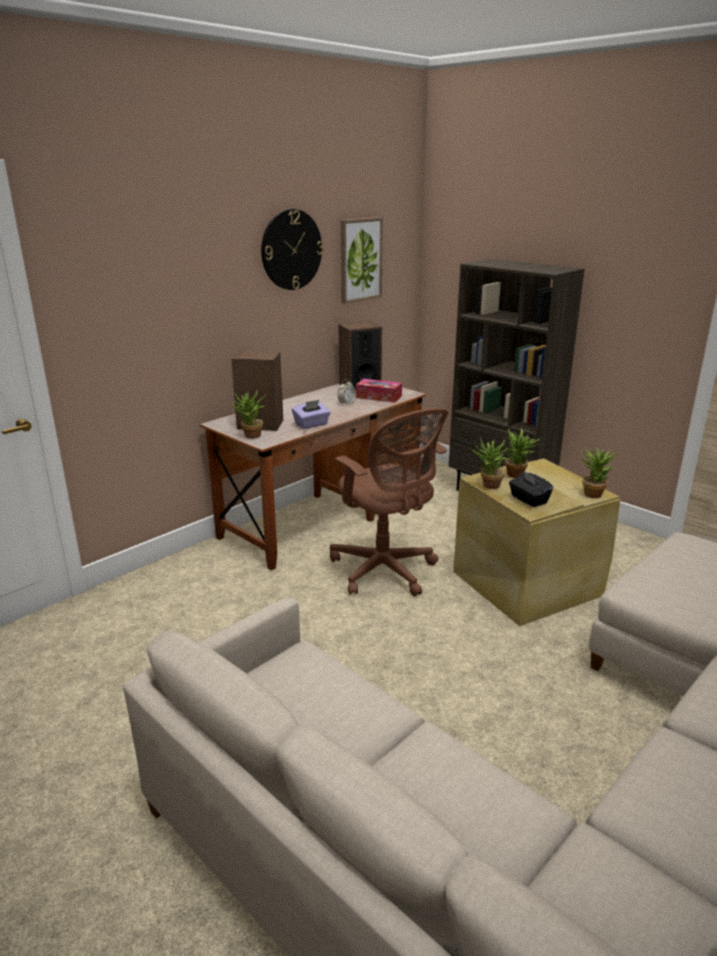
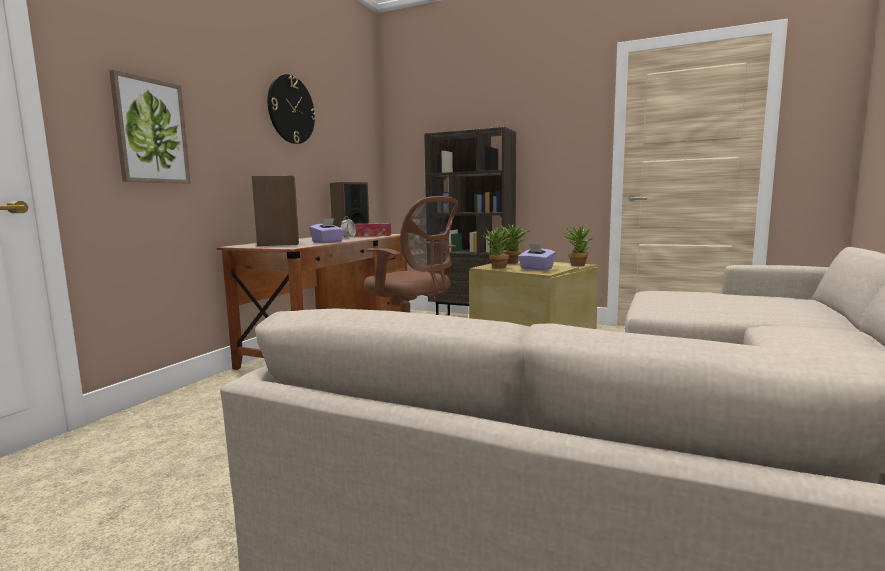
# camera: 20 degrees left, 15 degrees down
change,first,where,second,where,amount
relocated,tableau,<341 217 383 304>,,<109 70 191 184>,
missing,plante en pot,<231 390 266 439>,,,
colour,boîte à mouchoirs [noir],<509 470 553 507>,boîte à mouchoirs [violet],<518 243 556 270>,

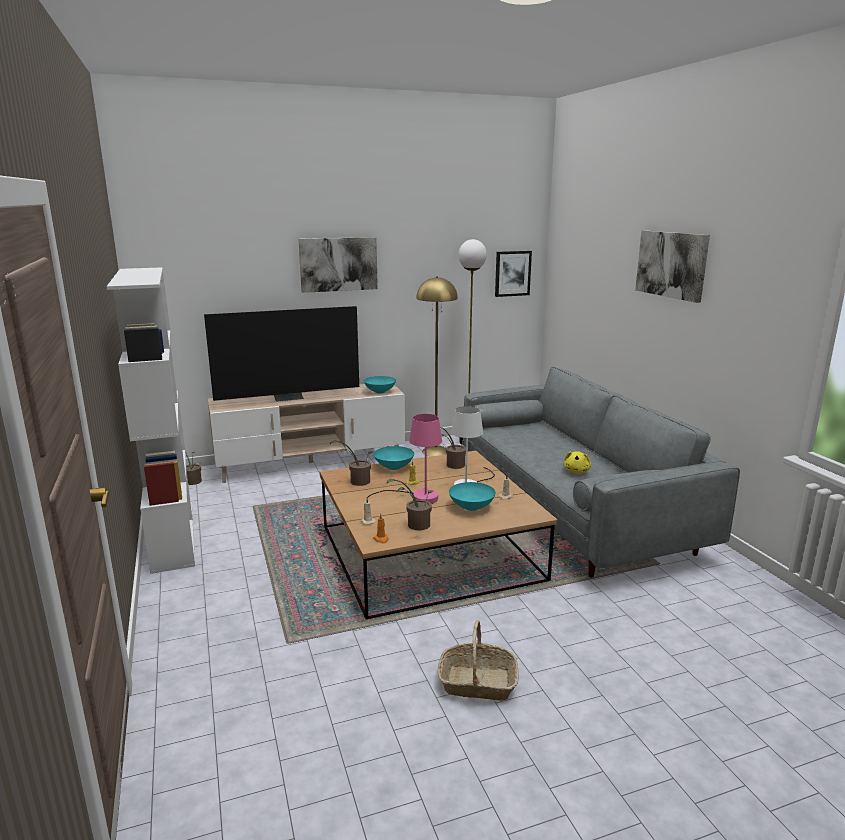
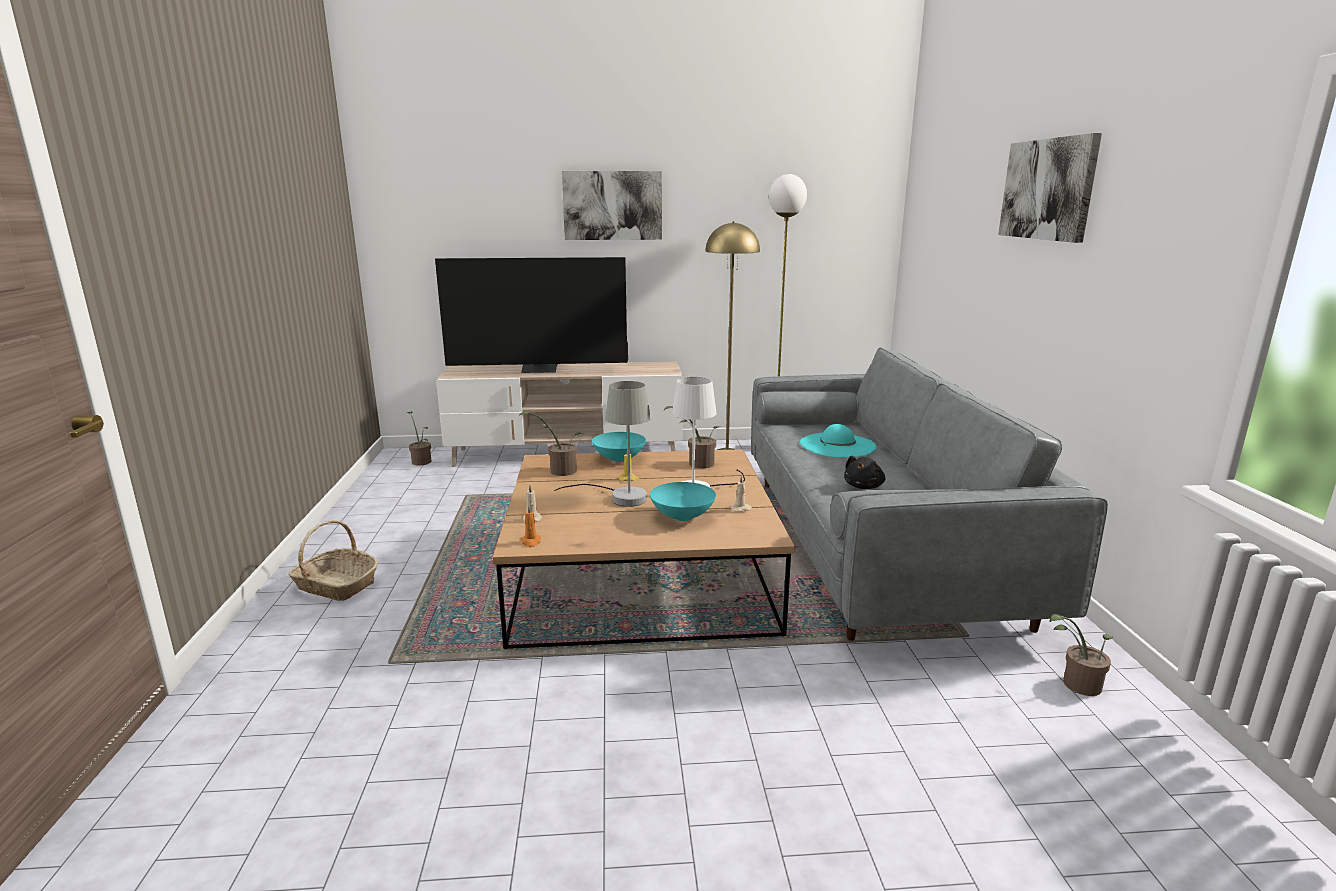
# camera: 15 degrees right, 0 degrees up
change,first,where,second,where,amount
missing,tableau,<495 251 532 297>,,,
missing,bibliothèque [blanc],<106 267 195 574>,,,
missing,bol [turquoise],<364 376 396 394>,,,
colour,lampe de table [rose],<367 414 442 504>,lampe de table [gris],<554 381 651 507>,
colour,peluche [jaune],<563 451 591 473>,peluche [noir],<844 456 885 489>,
relocated,plante en pot,<386 479 433 530>,,<1049 614 1113 696>,
relocated,panier,<438 620 519 701>,,<288 520 379 601>,
appeared,,,chapeau [turquoise],<800 424 877 457>,

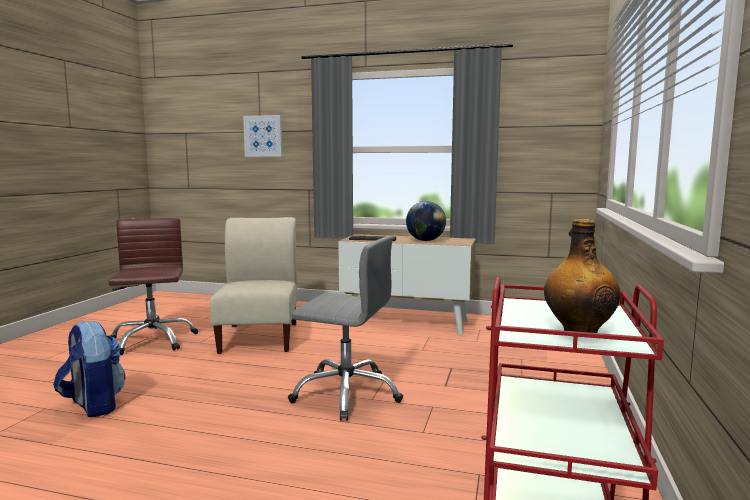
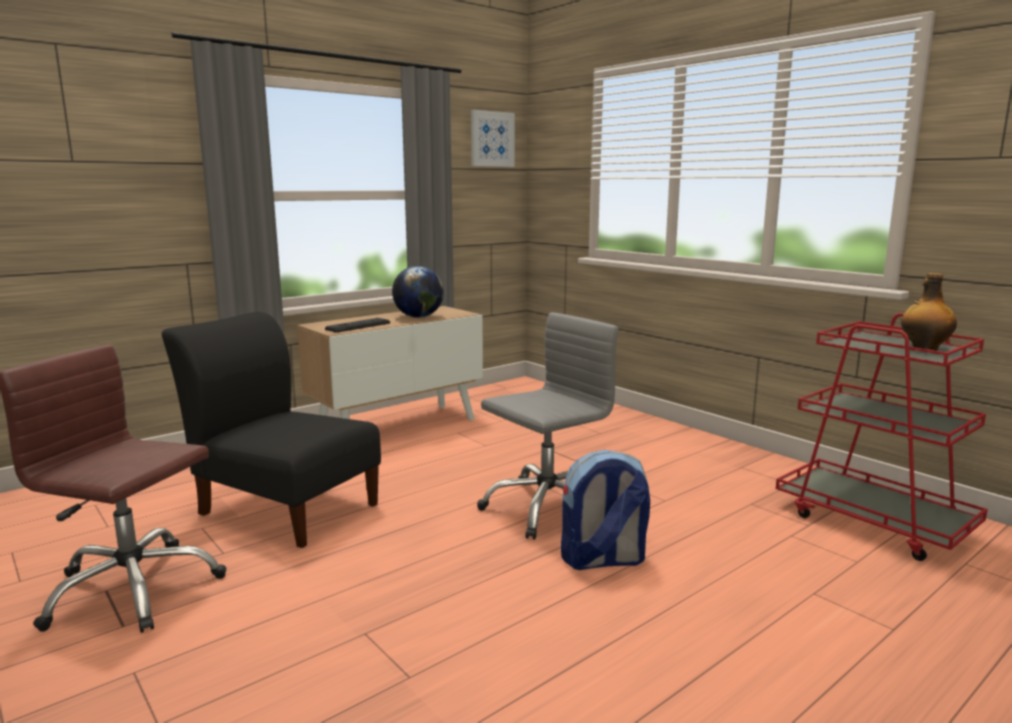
# camera: 55 degrees left, 5 degrees up
change,first,where,second,where,amount
relocated,tableau,<243 115 283 157>,,<471 110 515 167>,
colour,chaise [beige],<210 217 297 354>,chaise [noir],<162 312 381 548>,
relocated,sac à dos,<53 321 125 417>,,<561 450 650 570>,

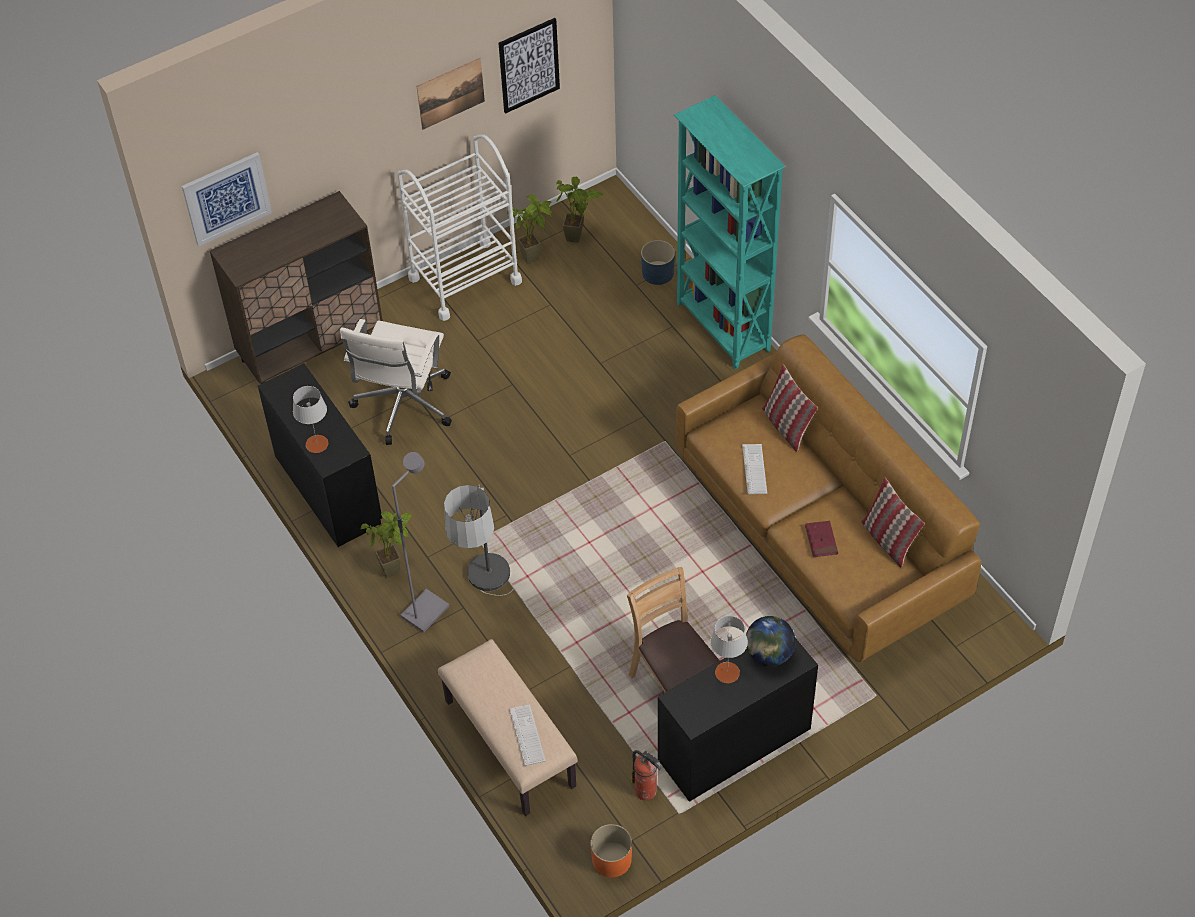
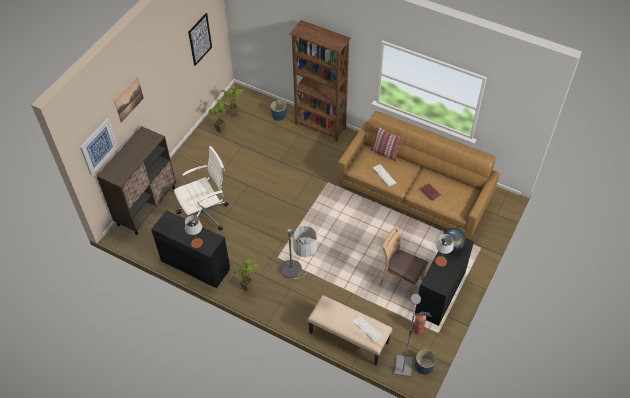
# camera: 30 degrees left, 0 degrees up
change,first,where,second,where,amount
relocated,tableau,<417 58 485 130>,,<114 77 144 123>,
colour,bibliothèque [turquoise],<674 95 786 369>,bibliothèque [marron],<290 20 351 142>,
missing,chariot [blanc],<397 134 522 321>,,,
spun,chaise de bureau [blanc],<340 319 452 445>,,<174 146 228 231>,105 degrees counterclockwise
relocated,lampadaire [gris],<392 452 449 633>,,<394 294 421 377>,
missing,coussin,<861 478 925 568>,,,
colour,cache-pot [orange],<590 824 632 877>,cache-pot [bleu],<415 349 436 375>,

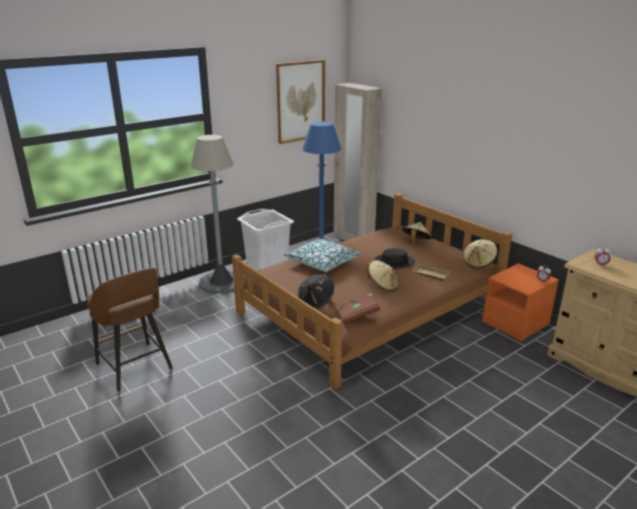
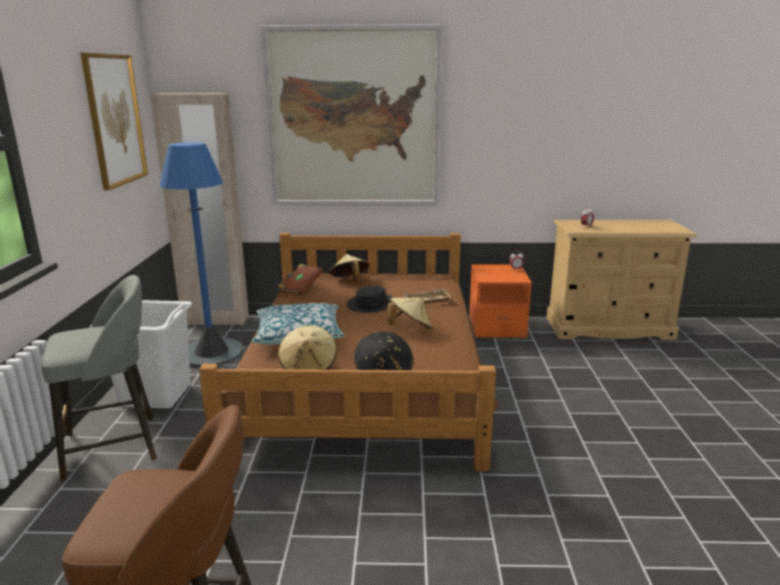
# camera: 50 degrees left, 5 degrees down
change,first,where,second,where,amount
exchanged,lampadaire [gris],<190 135 234 294>,tabouret [gris],<41 275 157 480>,
relocated,chapeau [beige],<463 239 497 268>,,<278 326 337 370>,
relocated,livre [marron],<336 293 380 324>,,<278 264 323 295>,
appeared,,,tableau,<260 24 442 205>,

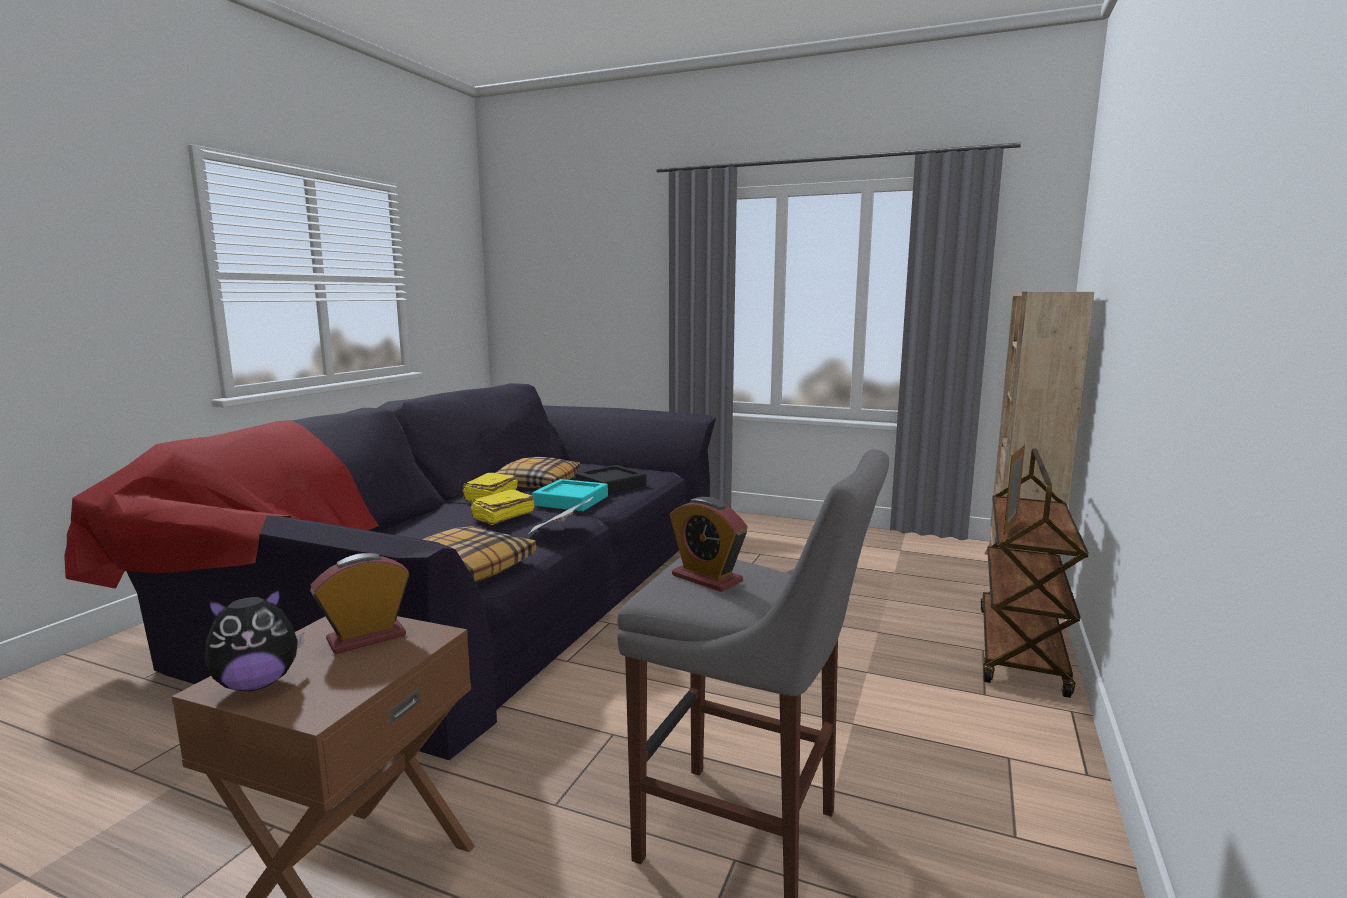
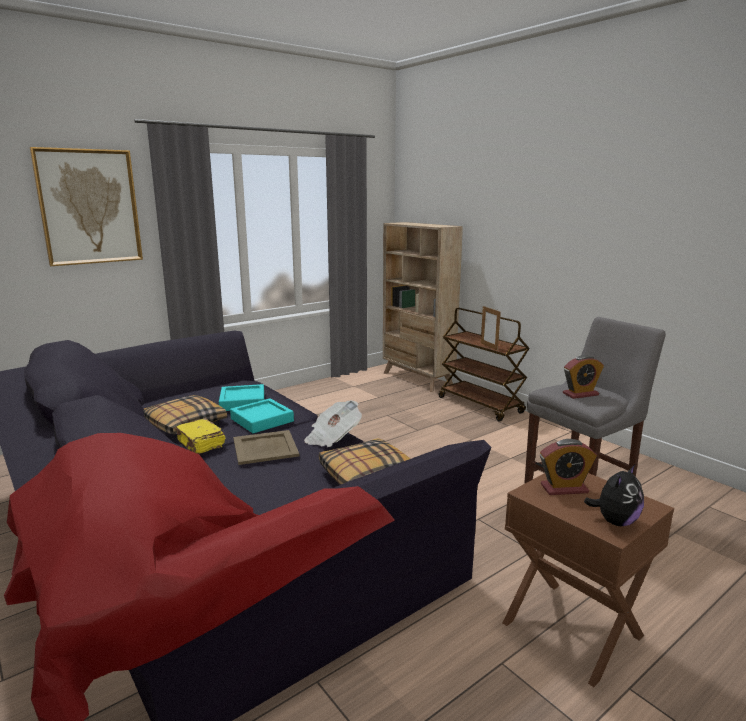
# camera: 60 degrees left, 5 degrees up
change,first,where,second,where,amount
colour,plateau [noir],<575 465 647 494>,plateau [turquoise],<219 384 264 411>,
exchanged,livre [jaune],<470 490 535 525>,plateau [beige],<233 430 299 465>,
spun,réveil,<310 553 410 654>,,<540 439 597 495>,90 degrees counterclockwise
spun,peluche,<205 588 304 691>,,<584 465 644 526>,45 degrees clockwise
appeared,,,tableau,<30 147 143 266>,

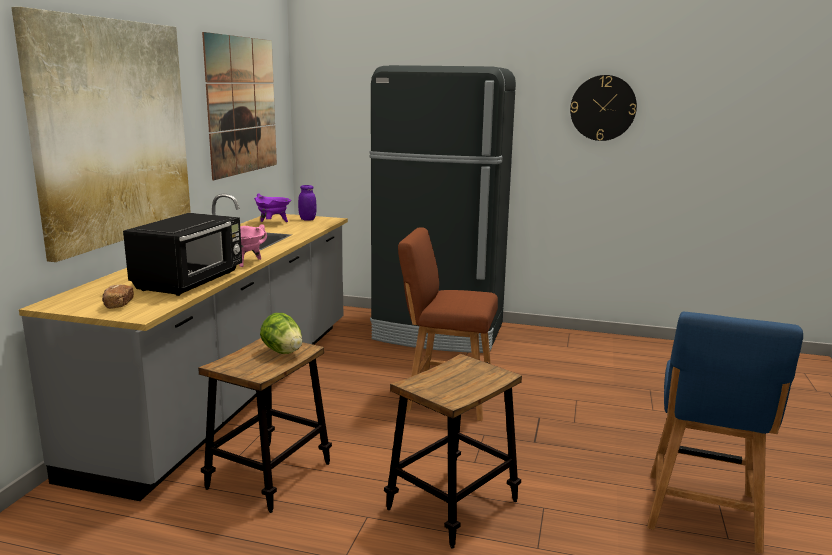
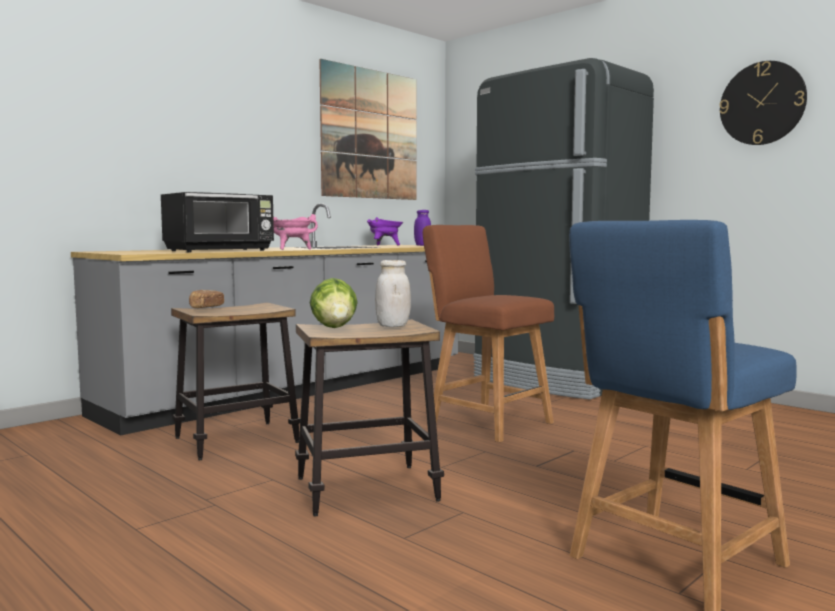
# camera: 30 degrees right, 10 degrees down
change,first,where,second,where,amount
missing,tableau,<11 7 191 262>,,,
relocated,pain,<102 284 134 309>,,<189 290 224 308>,
relocated,laitue,<260 313 302 354>,,<309 278 358 328>,
appeared,,,bocal [blanc],<375 260 411 327>,

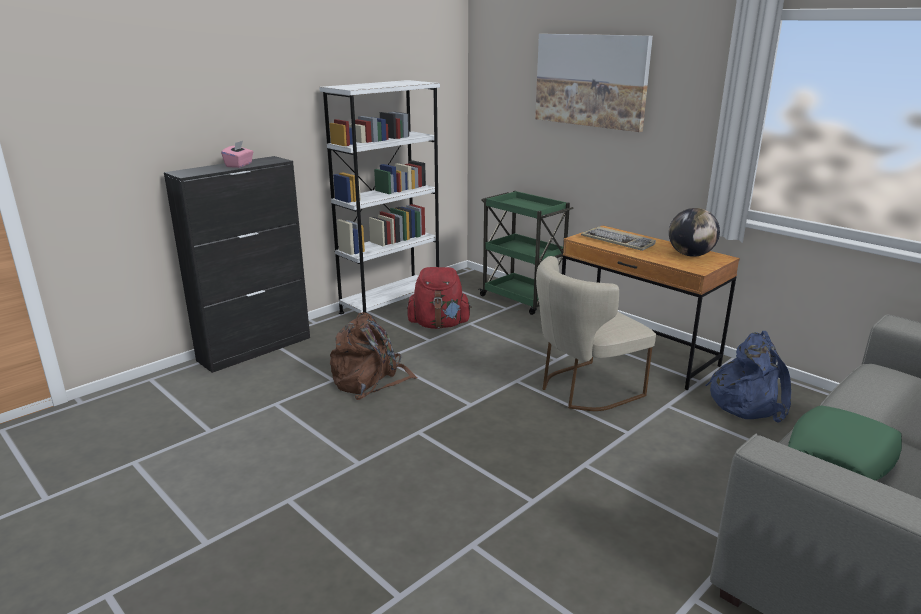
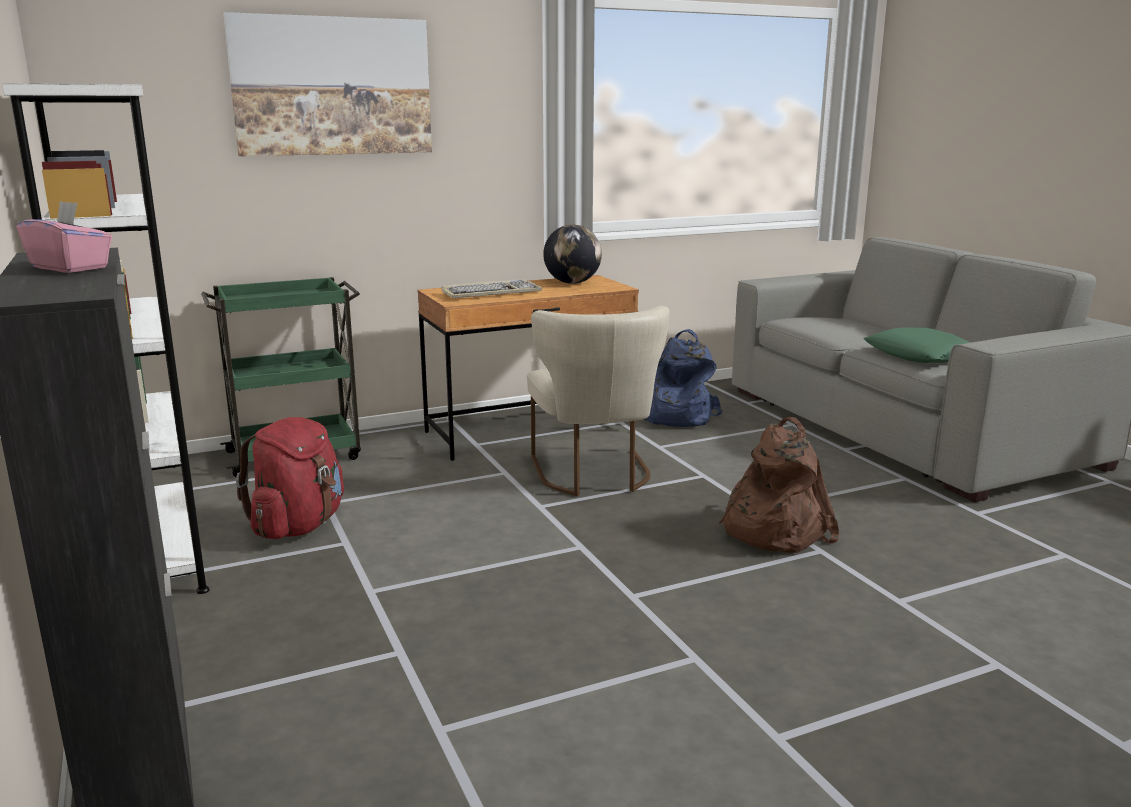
# camera: 70 degrees left, 5 degrees down
change,first,where,second,where,amount
relocated,sac à dos [marron],<330 312 418 400>,,<719 417 839 553>,

